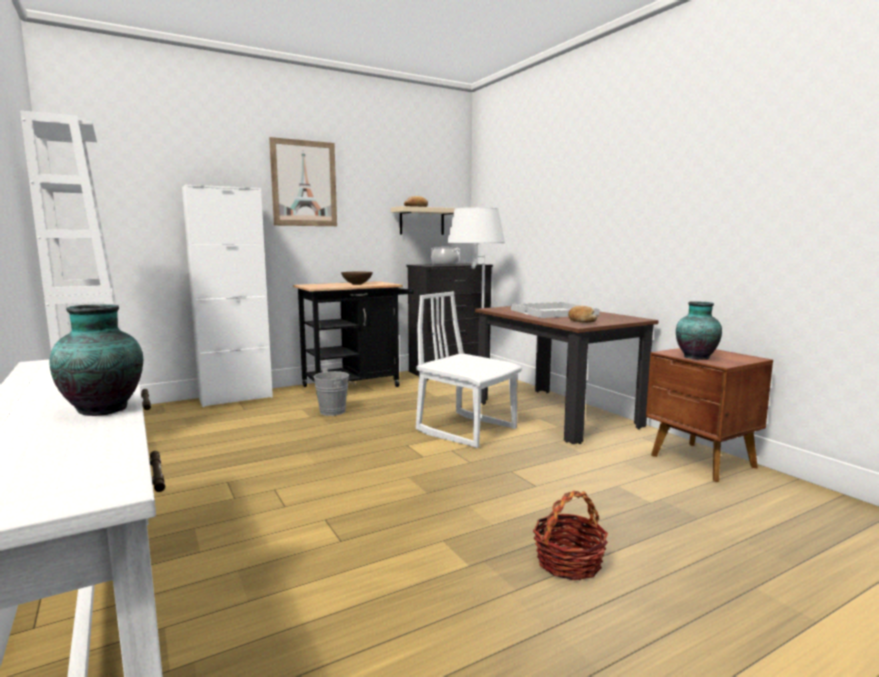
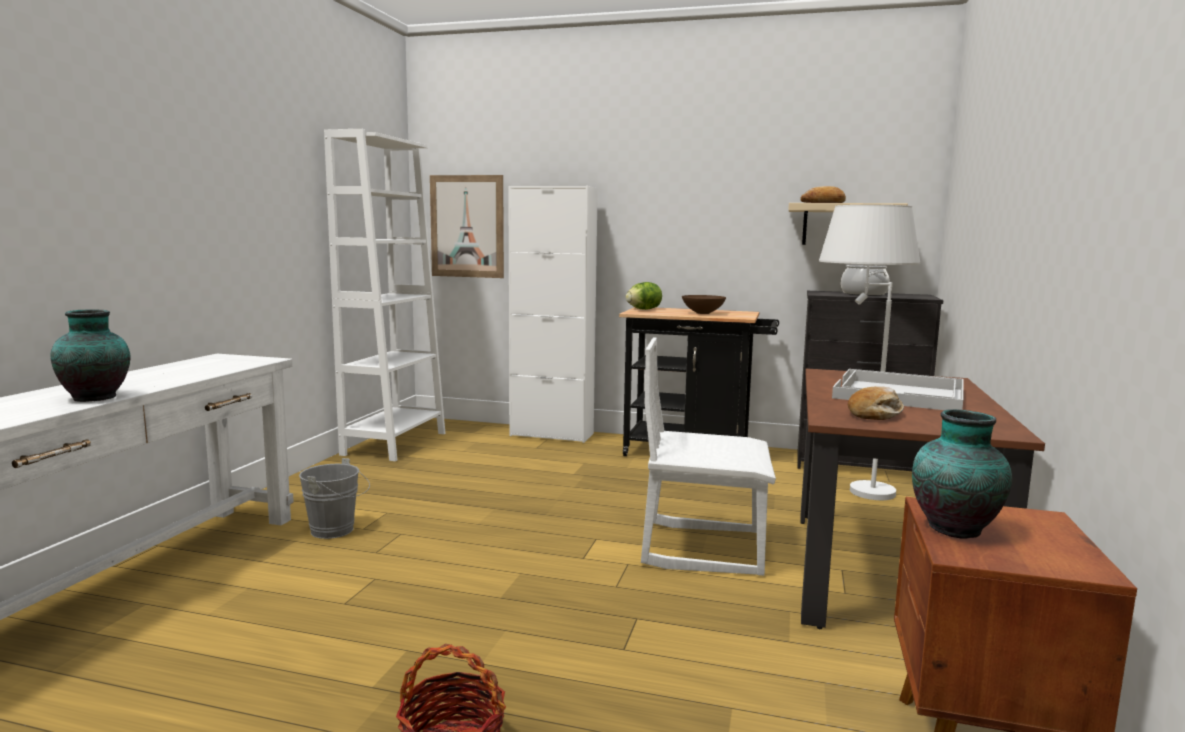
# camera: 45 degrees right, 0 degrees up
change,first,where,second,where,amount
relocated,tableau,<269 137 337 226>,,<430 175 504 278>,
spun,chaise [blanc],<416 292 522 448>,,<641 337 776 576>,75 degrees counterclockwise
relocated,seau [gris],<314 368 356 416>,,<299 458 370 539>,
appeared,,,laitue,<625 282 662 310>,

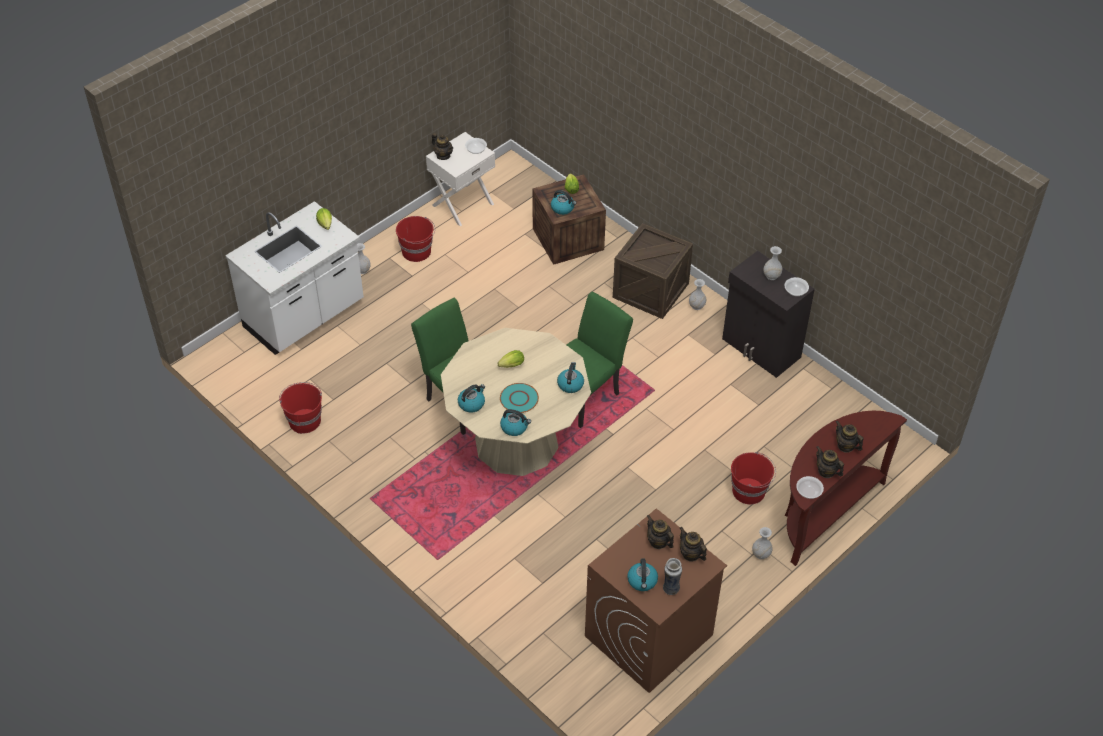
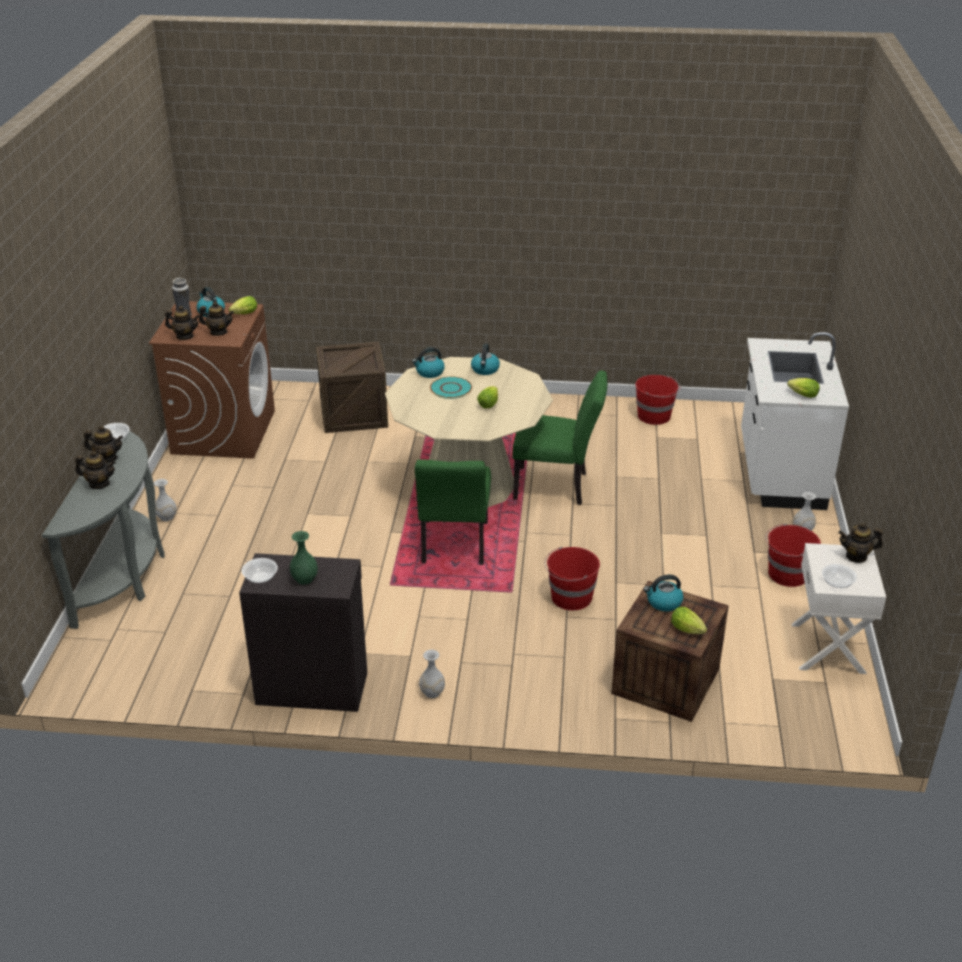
# camera: 140 degrees right, 15 degrees down
change,first,where,second,where,amount
relocated,caisse,<613 223 693 319>,,<316 342 388 433>,
colour,vase [blanc],<763 246 782 280>,vase [vert],<290 531 318 585>,
missing,bouilloire,<557 362 584 393>,,,
colour,table console [marron],<785 411 907 566>,table console [gris],<42 431 165 629>,
relocated,seau [rouge],<731 452 776 504>,,<545 547 600 611>,
appeared,,,laitue,<229 296 257 314>,

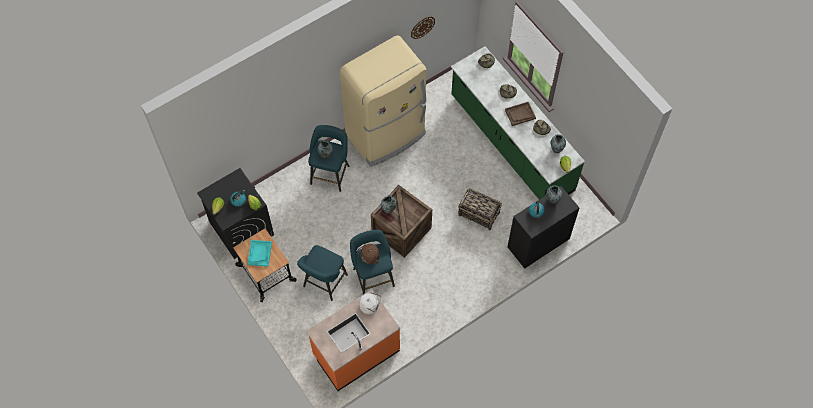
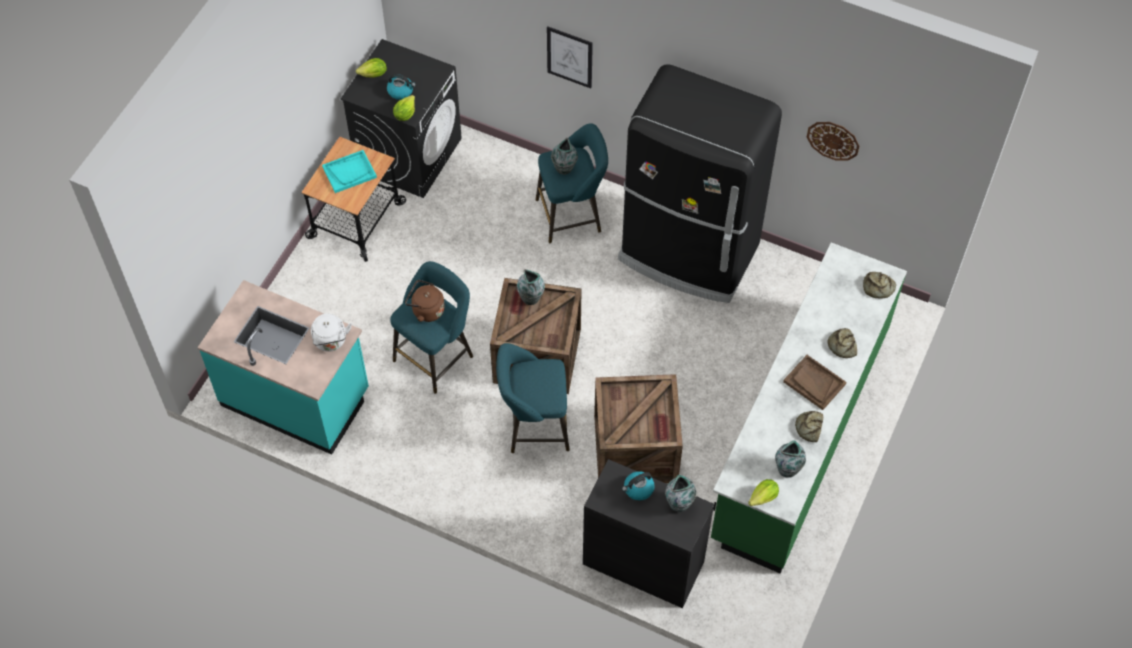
# camera: 60 degrees right, 5 degrees down
change,first,where,second,where,amount
colour,réfrigérateur [beige],<340 36 426 167>,réfrigérateur [noir],<618 64 782 303>,
exchanged,panier,<458 188 502 230>,caisse,<594 374 683 483>,
relocated,tabouret [turquoise],<297 245 348 301>,,<496 343 570 453>,
colour,comptoir de cuisine [orange],<306 289 400 391>,comptoir de cuisine [turquoise],<198 280 369 455>,
appeared,,,tableau,<547 26 593 88>,

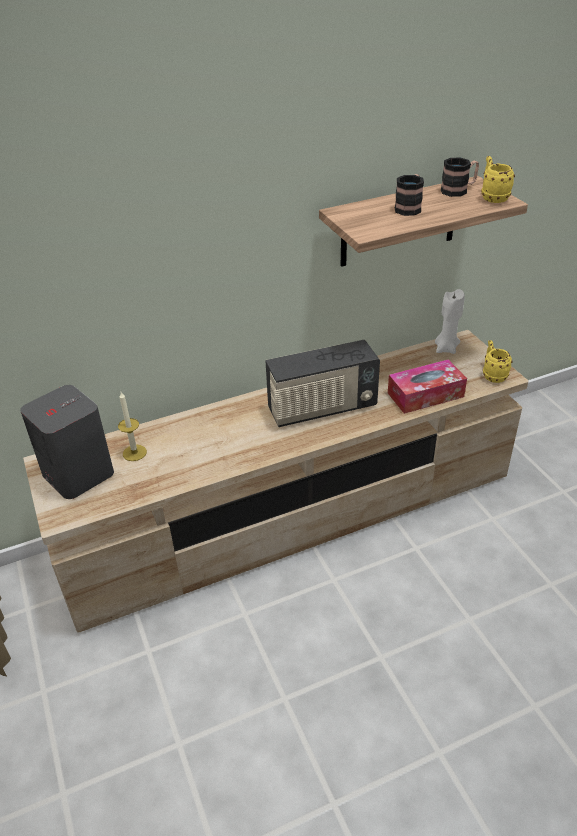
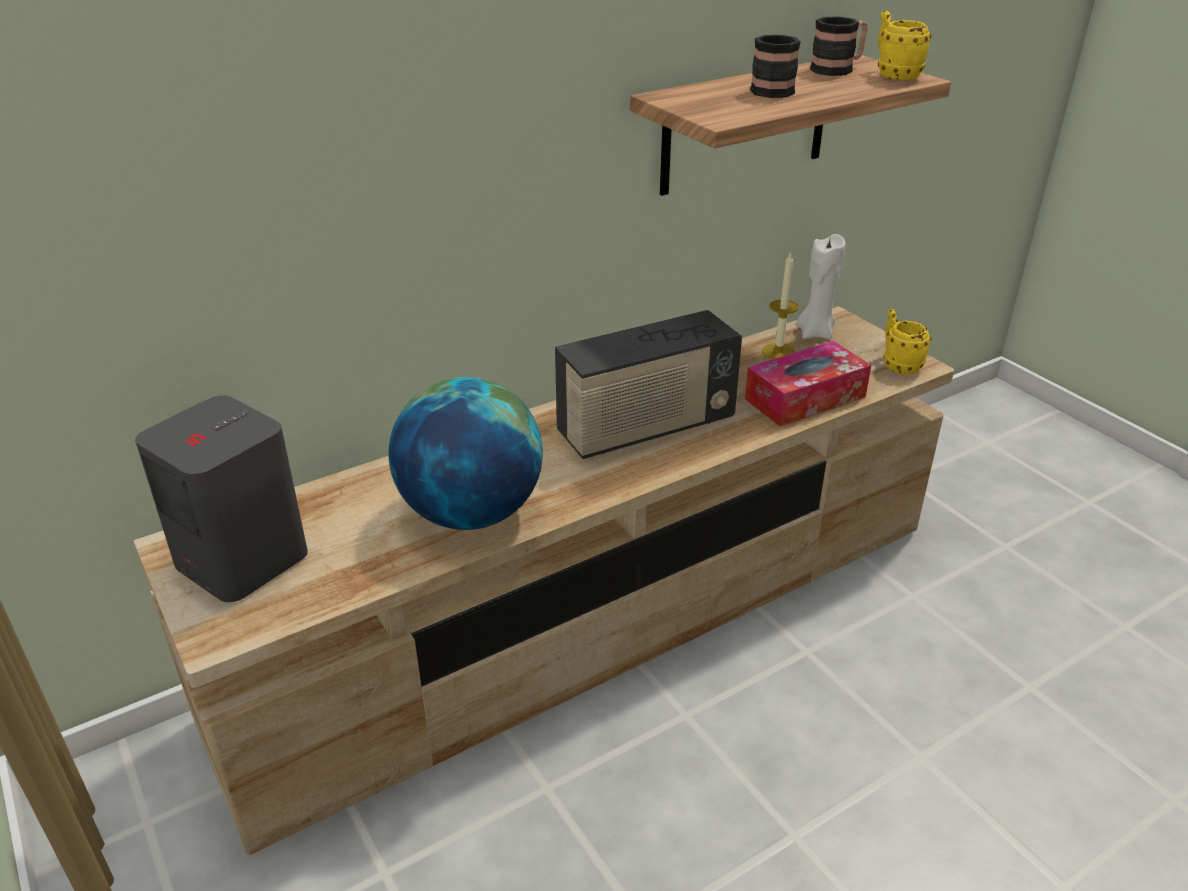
# camera: 10 degrees left, 5 degrees down
change,first,where,second,where,amount
relocated,bougie,<118 392 147 461>,,<762 252 799 359>,
appeared,,,globe,<389 377 543 530>,

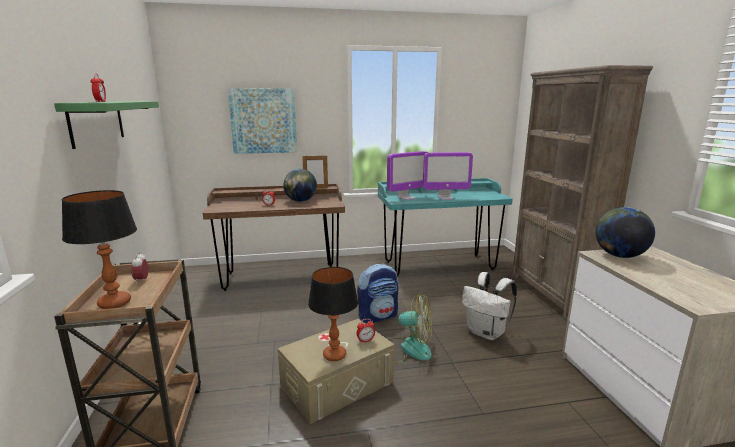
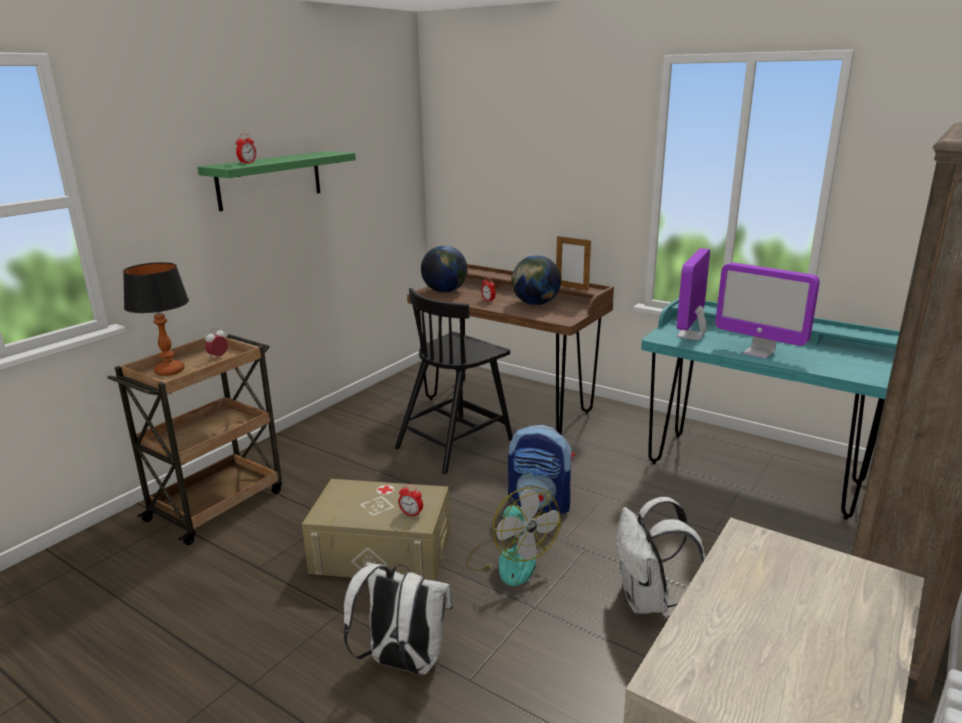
# camera: 45 degrees right, 5 degrees up
change,first,where,second,where,amount
missing,tableau,<228 88 297 154>,,,
spun,écran d'ordinateur,<387 151 428 200>,,<677 248 710 340>,105 degrees clockwise
relocated,globe,<595 207 655 258>,,<421 246 468 293>,
missing,lampe de table,<308 267 358 361>,,,
appeared,,,chaise [noir],<395 288 513 474>,
appeared,,,sac à dos [blanc],<343 562 453 674>,

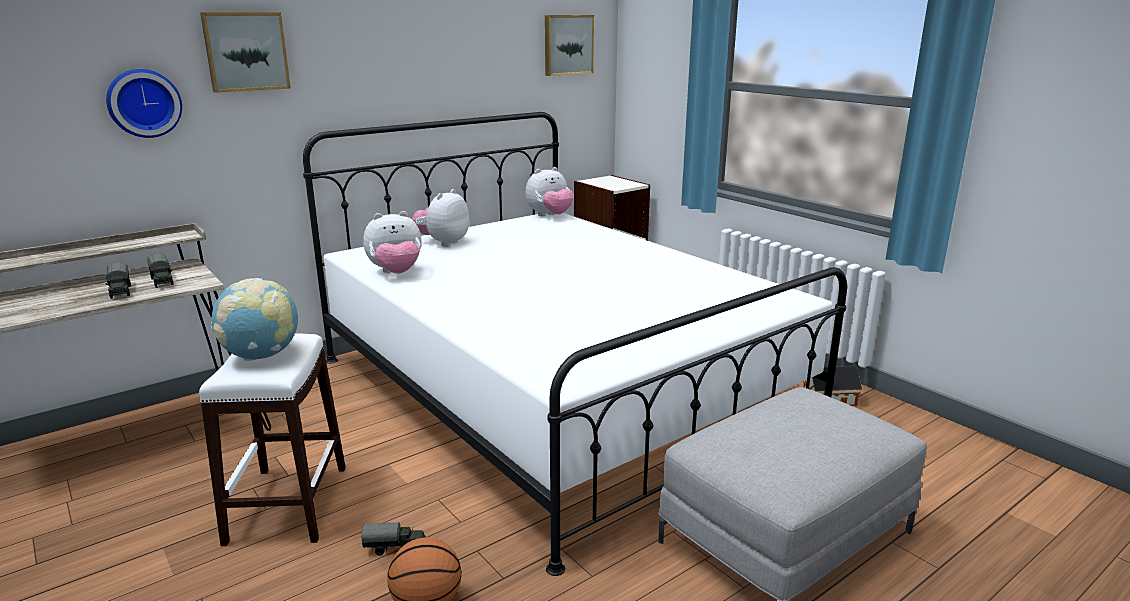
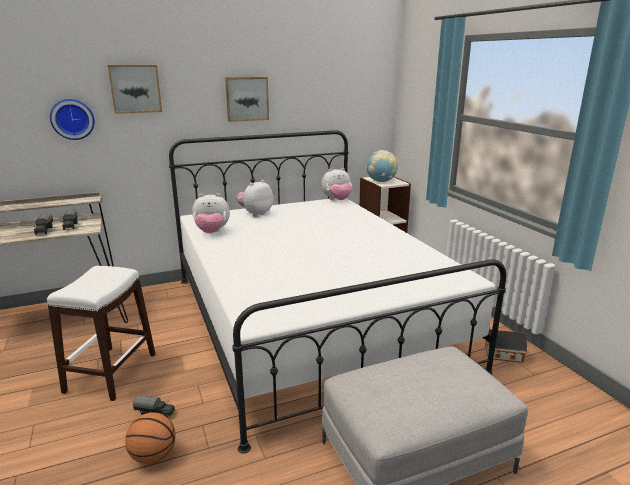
# camera: 15 degrees right, 0 degrees up
change,first,where,second,where,amount
relocated,tableau,<545 15 594 76>,,<225 77 269 122>,
relocated,globe,<211 278 298 361>,,<366 150 398 182>,

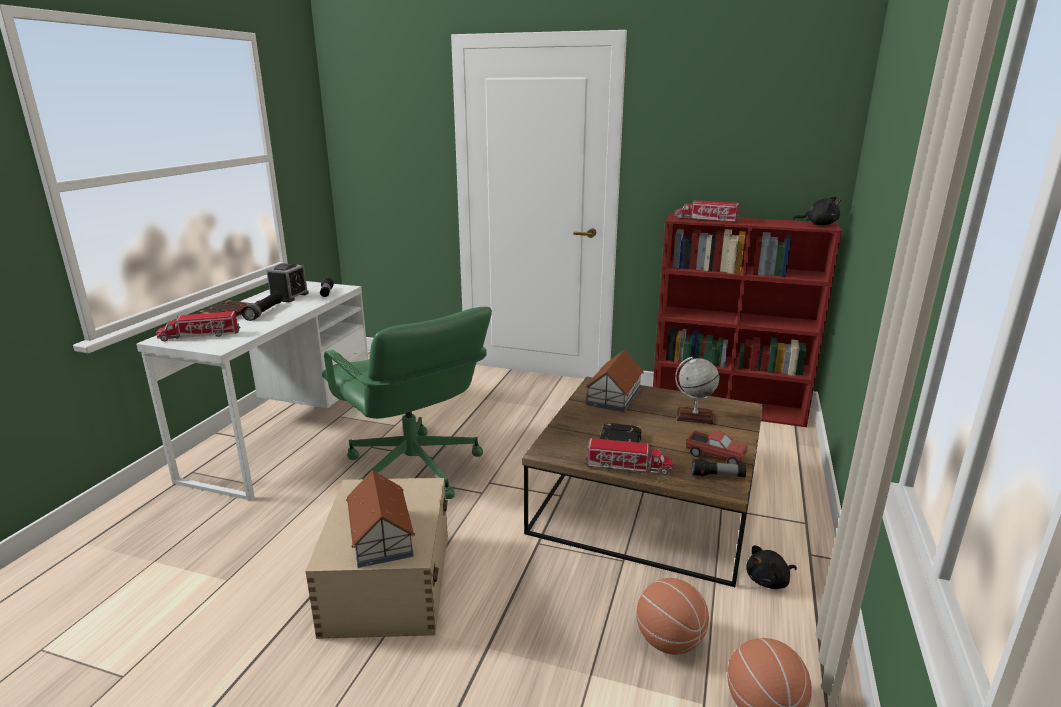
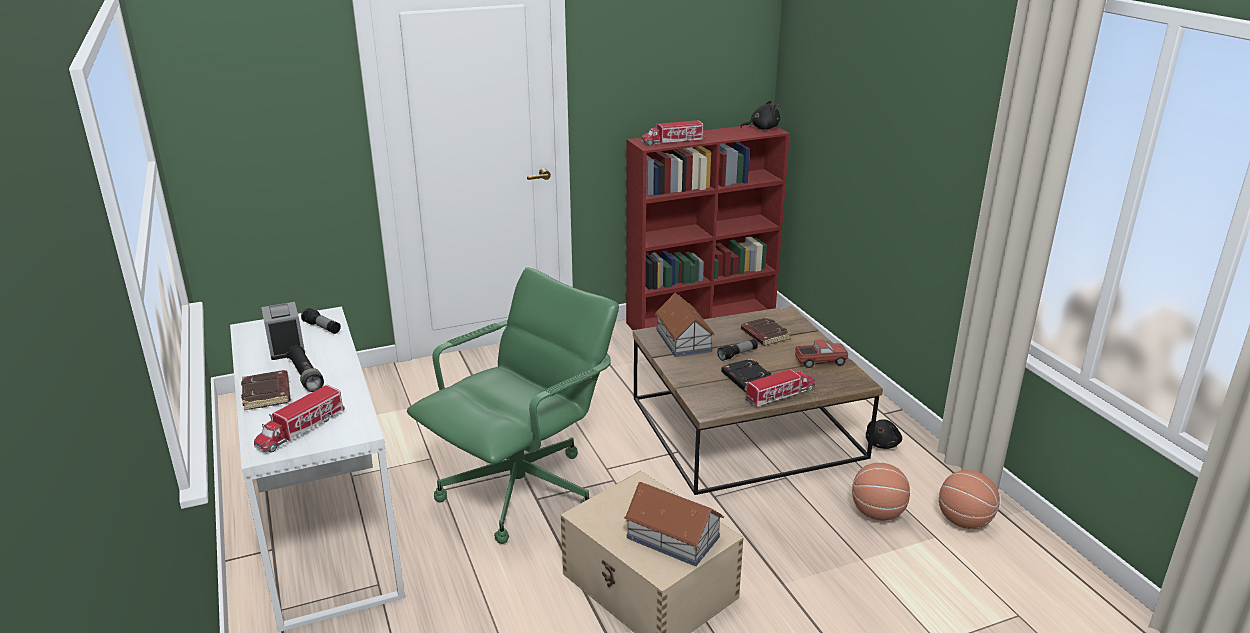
# camera: 40 degrees left, 5 degrees up
change,first,where,second,where,amount
spun,chaise de bureau [vert],<322 307 492 499>,,<407 267 619 544>,60 degrees counterclockwise
exchanged,globe,<675 357 719 424>,livre [marron],<741 317 791 346>,
relocated,lampe de poche,<692 459 746 478>,,<717 339 758 361>,

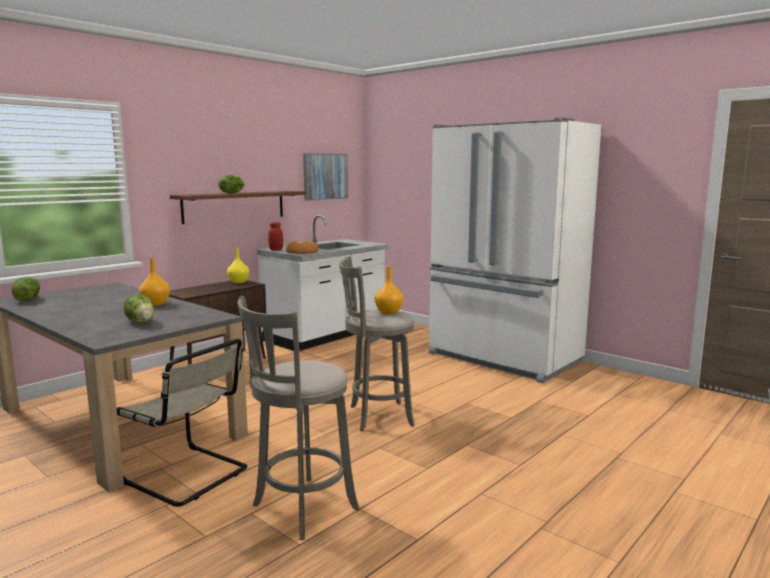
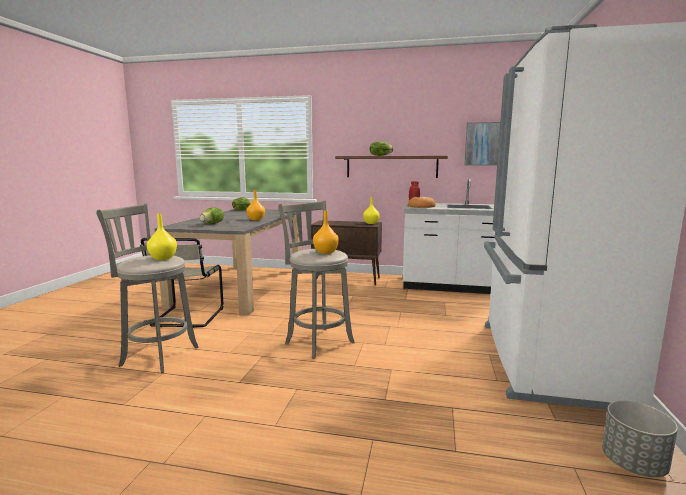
# camera: 60 degrees right, 0 degrees up
change,first,where,second,where,amount
appeared,,,vase [jaune],<147 214 177 260>,
appeared,,,cache-pot [gris],<602 401 678 477>,

